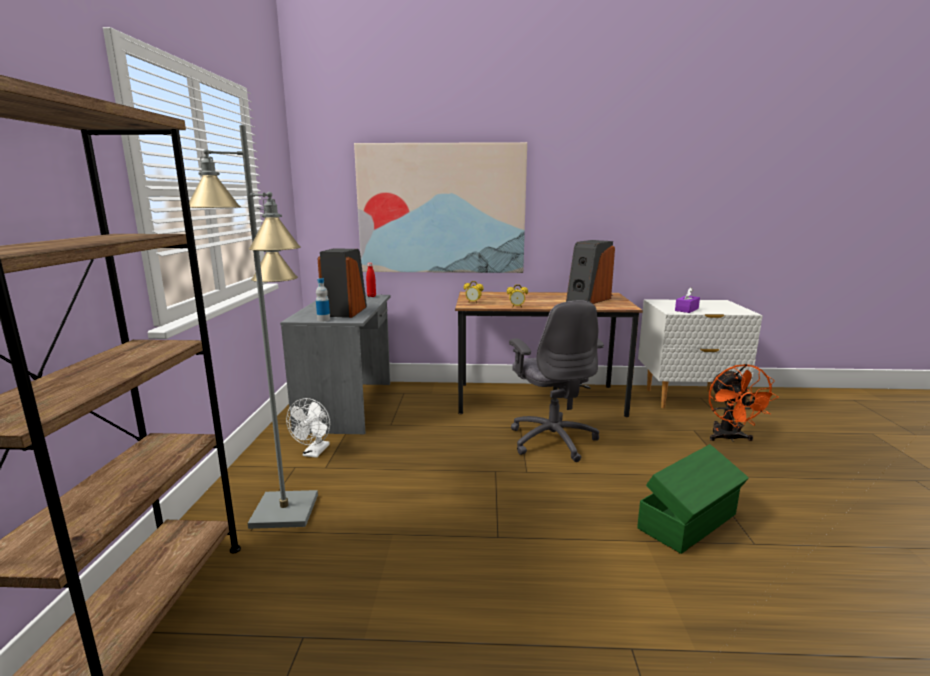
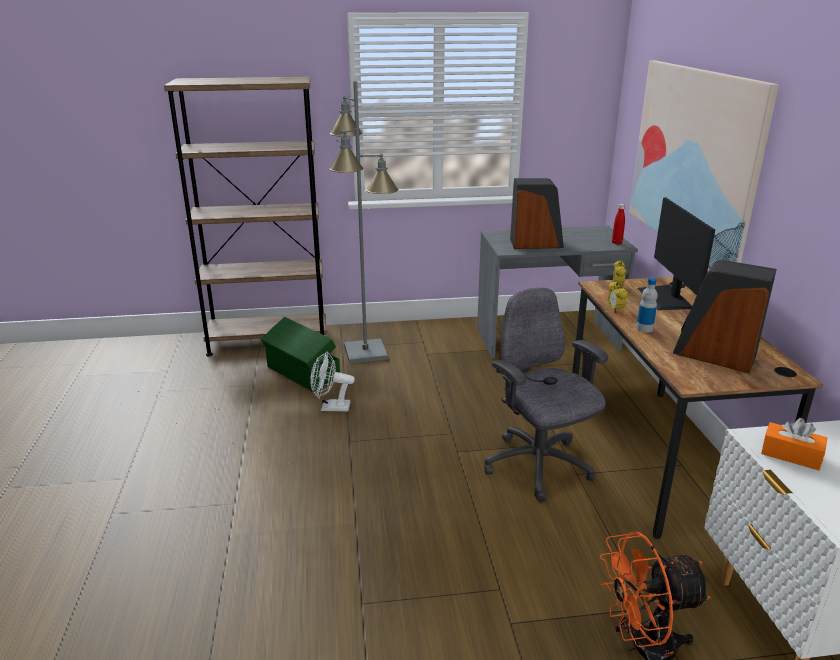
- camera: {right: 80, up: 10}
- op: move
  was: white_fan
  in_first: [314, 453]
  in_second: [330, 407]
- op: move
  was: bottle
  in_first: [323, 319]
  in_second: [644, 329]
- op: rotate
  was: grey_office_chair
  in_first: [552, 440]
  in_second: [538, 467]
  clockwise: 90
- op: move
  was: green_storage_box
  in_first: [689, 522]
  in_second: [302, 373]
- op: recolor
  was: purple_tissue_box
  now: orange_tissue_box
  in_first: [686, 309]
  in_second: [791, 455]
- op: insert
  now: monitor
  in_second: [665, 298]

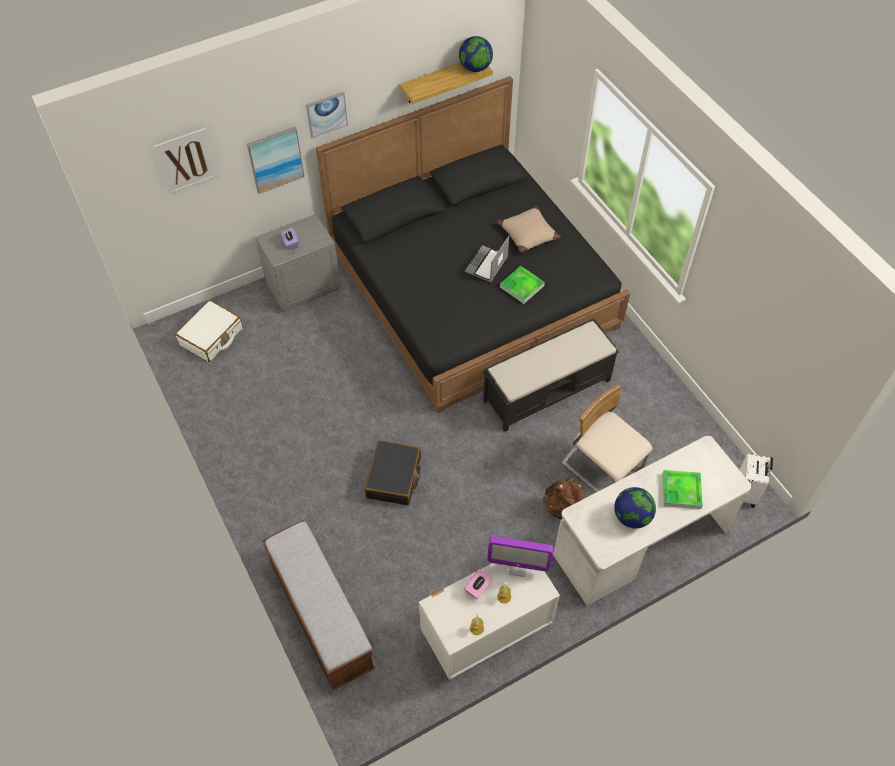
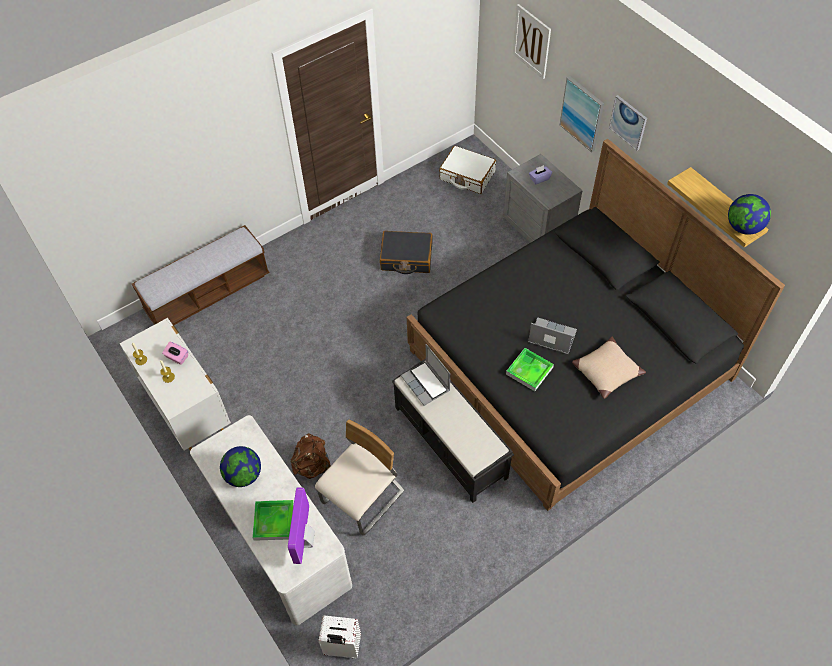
- camera: {right: 85, up: 0}
- op: move
  was: black_suitcase
  in_first: [394, 477]
  in_second: [406, 258]
- op: move
  was: monitor
  in_first: [517, 567]
  in_second: [305, 539]
- op: insert
  now: laptop
  in_second: [426, 384]

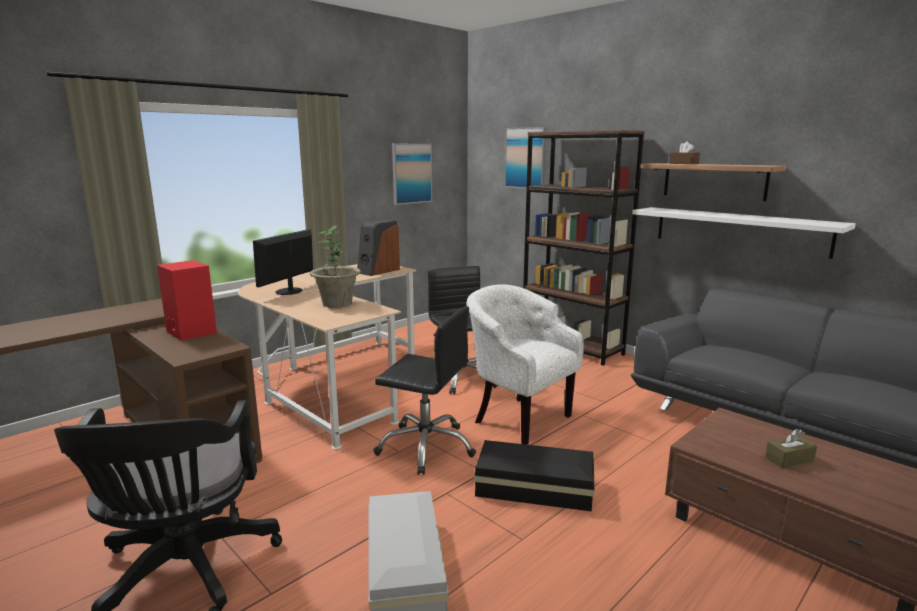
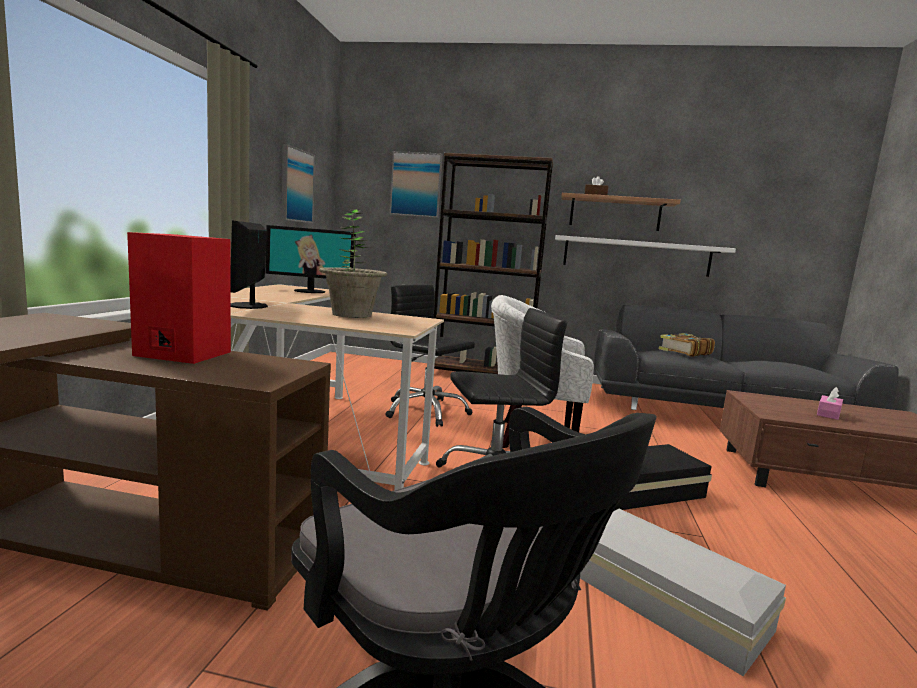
- camera: {right: -35, up: -5}
- op: replace
  was: speaker
  now: monitor
  in_first: [378, 271]
  in_second: [310, 291]
- op: recolor
  was: brown_tissue_box
  now: pink_tissue_box
  in_first: [789, 459]
  in_second: [828, 414]
- op: insert
  now: book
  in_second: [684, 352]

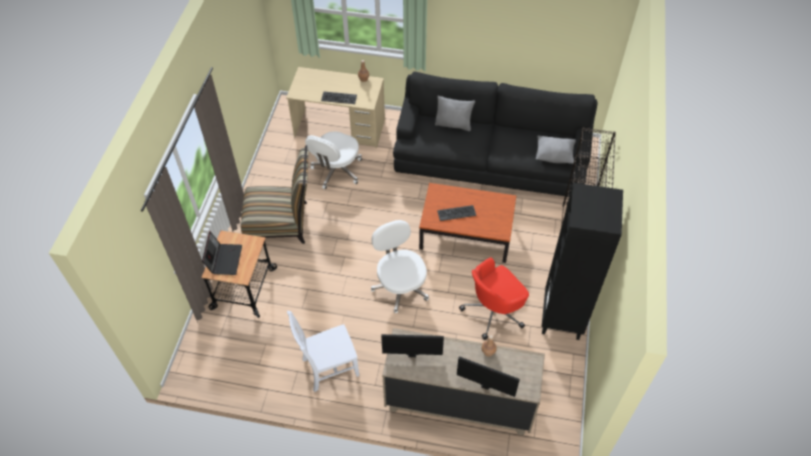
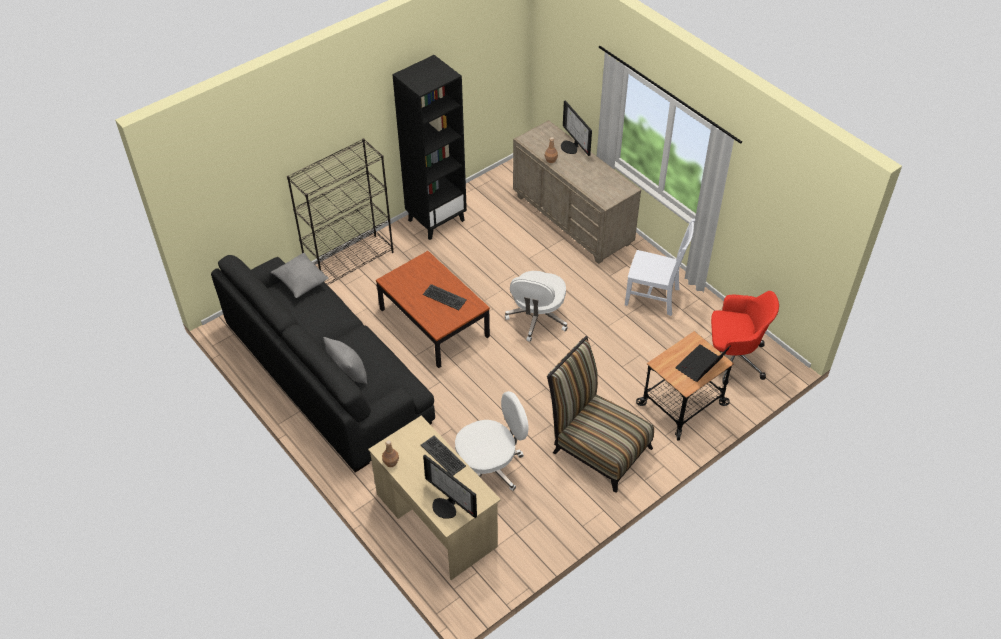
- camera: {right: -140, up: -5}
- op: move
  was: monitor
  in_first: [412, 350]
  in_second: [446, 506]
- op: move
  was: red_office_chair
  in_first: [494, 311]
  in_second: [733, 358]

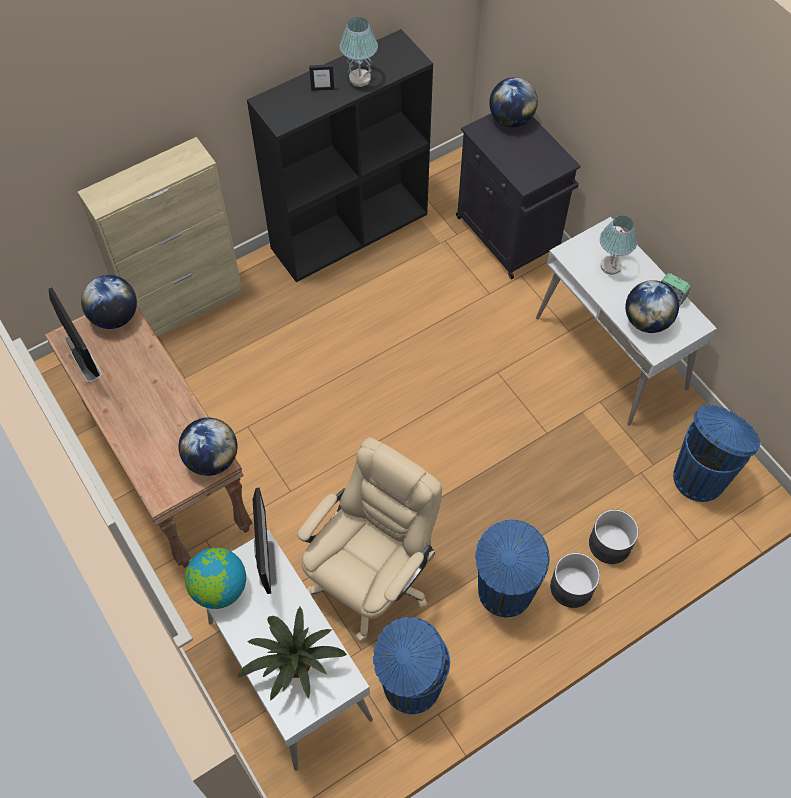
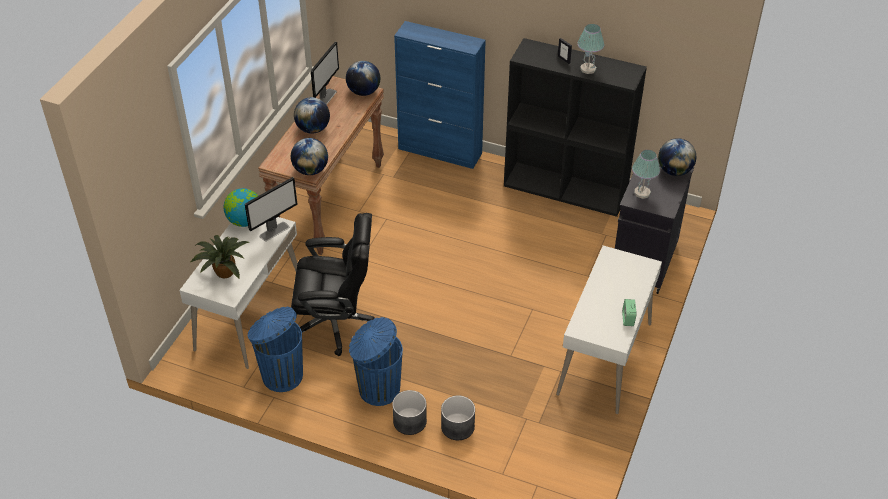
- camera: {right: 55, up: -15}
- op: recolor
  was: beige_cabinet
  now: blue_cabinet
  in_first: [185, 306]
  in_second: [440, 151]
- op: recolor
  was: beige_office_chair
  now: black_office_chair
  in_first: [371, 577]
  in_second: [336, 322]
- op: move
  was: table_lamp
  in_first: [611, 266]
  in_second: [642, 193]
- op: move
  was: globe
  in_first: [646, 321]
  in_second: [313, 129]
- op: delete
  was: blue_trash_can
  in_first: [700, 477]

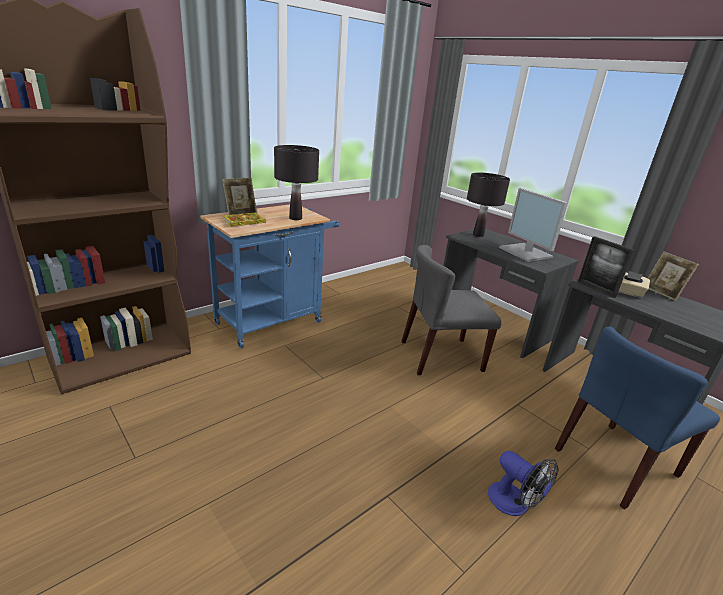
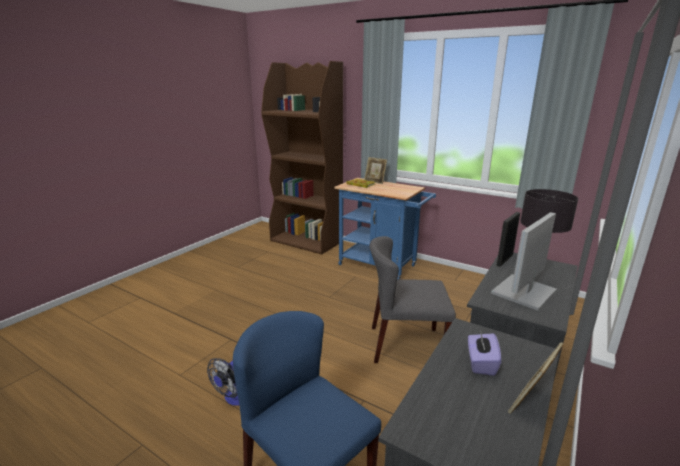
- camera: {right: 75, up: -5}
- op: delete
  was: black_table_lamp
  in_first: [295, 218]
- op: rotate
  was: grey_chair
  in_first: [440, 356]
  in_second: [405, 345]
  clockwise: -60
- op: move
  was: picture_frame
  in_first: [596, 289]
  in_second: [504, 260]
- op: recolor
  was: beige_tissue_box
  now: purple_tissue_box
  in_first: [627, 292]
  in_second: [481, 363]

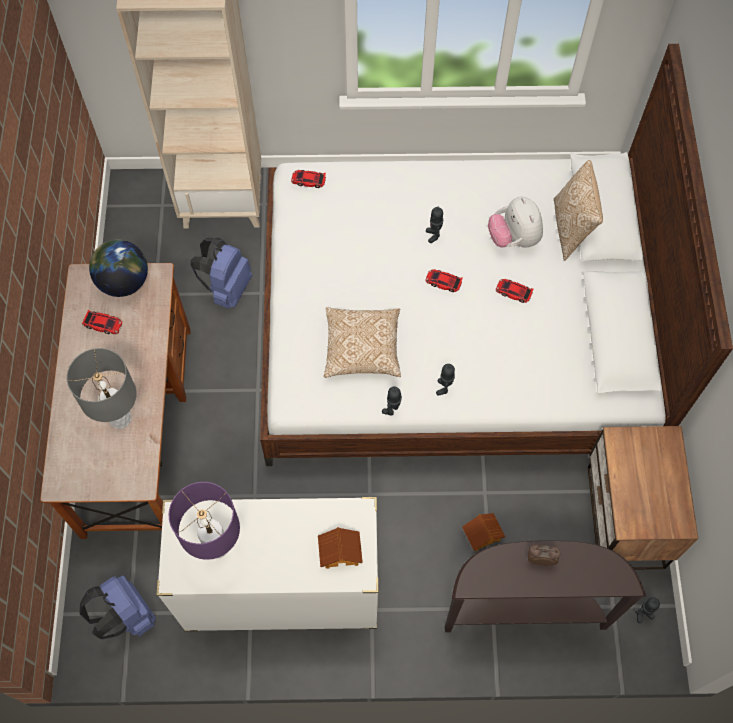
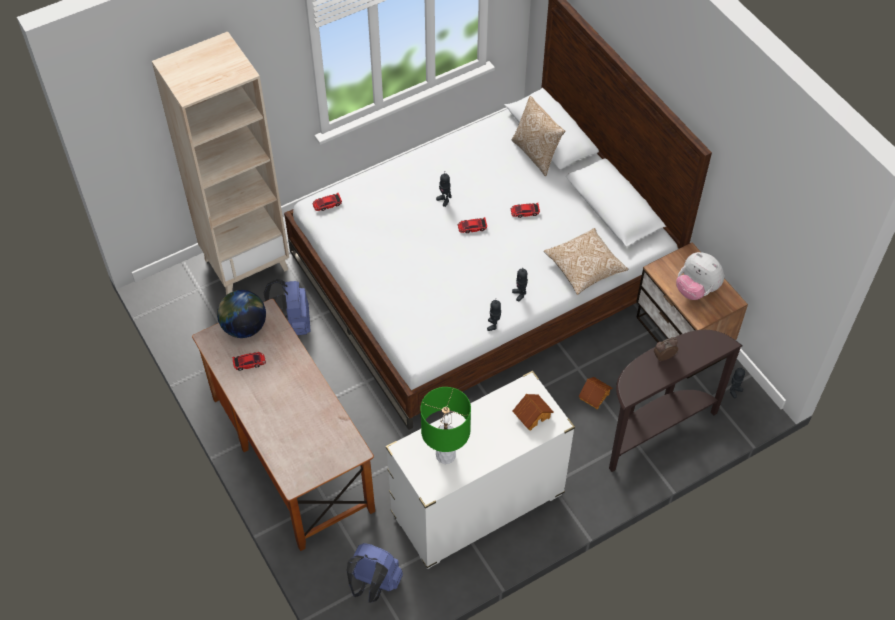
- camera: {right: -30, up: -10}
- op: delete
  was: grey_table_lamp
  in_first: [120, 418]
- op: recolor
  was: purple_table_lamp
  now: green_table_lamp
  in_first: [216, 546]
  in_second: [445, 455]
- op: move
  was: pillow
  in_first: [362, 348]
  in_second: [584, 268]
- op: move
  was: plush_toy
  in_first: [513, 238]
  in_second: [696, 289]

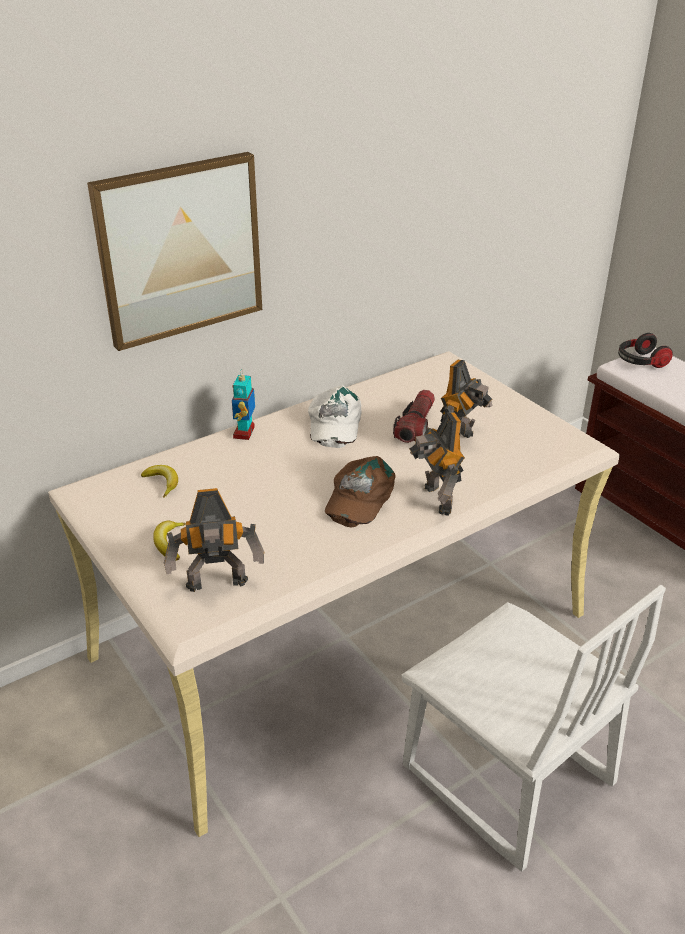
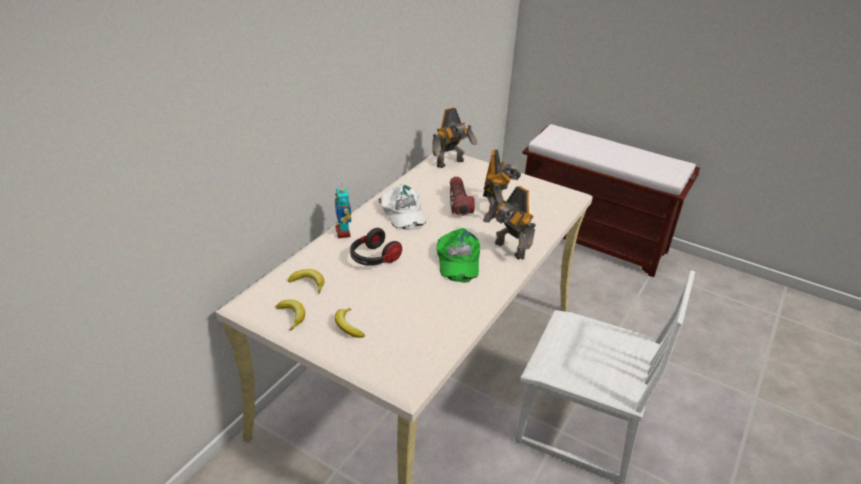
- camera: {right: -25, up: 0}
- op: delete
  was: picture
  in_first: [180, 250]
- op: move
  was: toy_robot
  in_first: [218, 586]
  in_second: [451, 163]
- op: recolor
  was: brown_cap
  now: green_cap
  in_first: [359, 497]
  in_second: [457, 260]
- op: move
  was: headphones
  in_first: [640, 362]
  in_second: [373, 258]
- op: insert
  now: banana
  in_second: [292, 316]

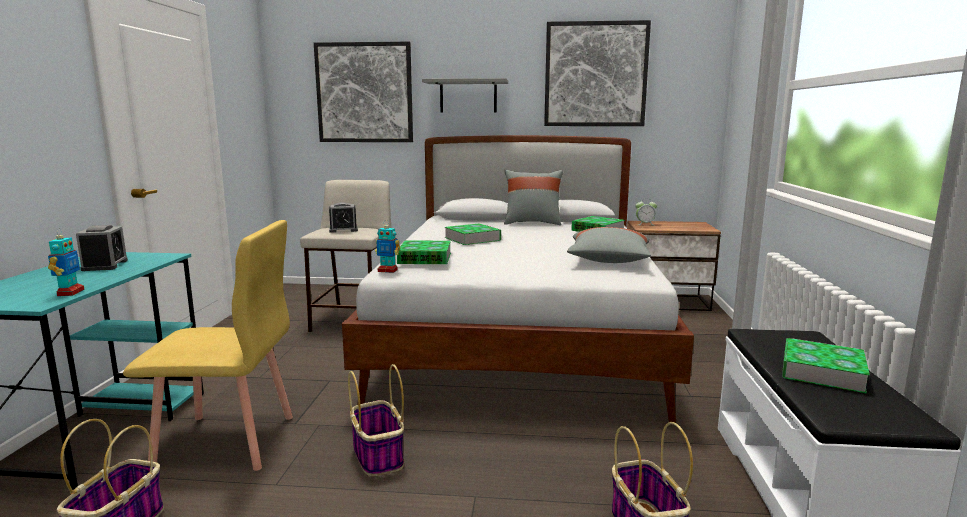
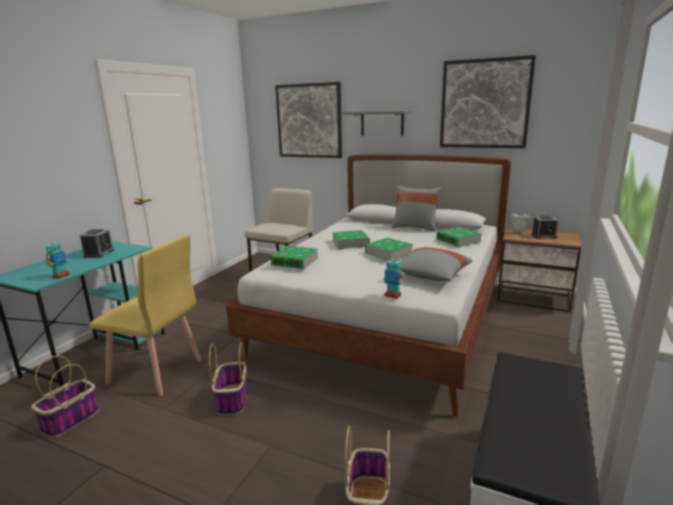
- camera: {right: 20, up: 5}
- op: move
  was: alarm_clock
  in_first: [343, 230]
  in_second: [543, 236]
- op: move
  was: toy_robot
  in_first: [387, 270]
  in_second: [392, 295]
- op: move
  was: book
  in_first: [822, 372]
  in_second: [388, 252]

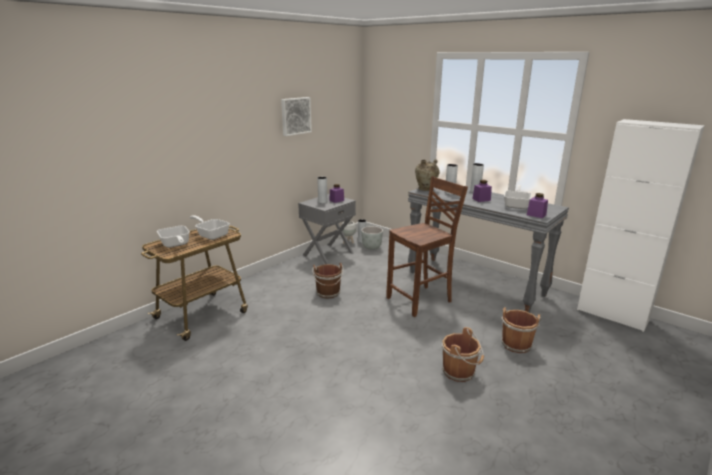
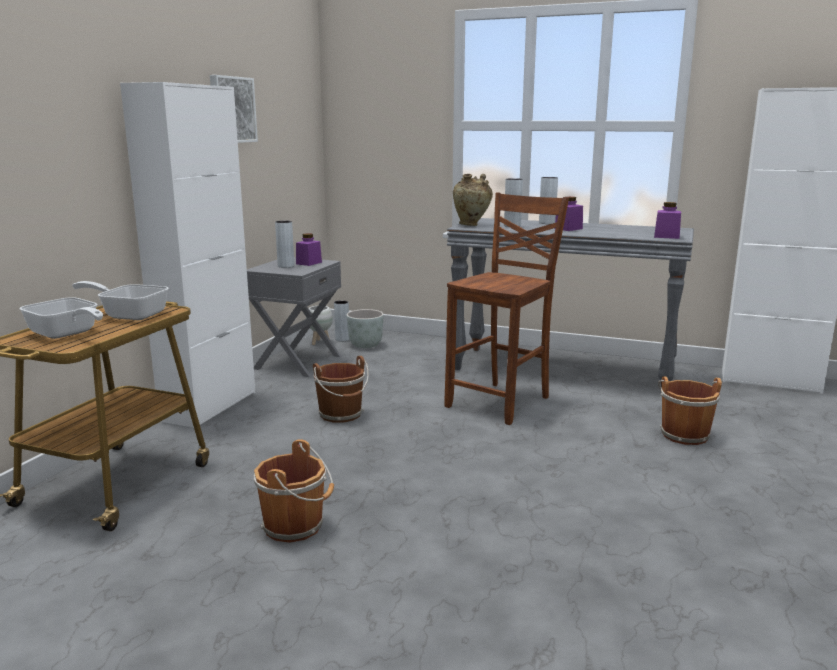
- camera: {right: -20, up: -5}
- op: move
  was: brown_bucket
  in_first: [460, 372]
  in_second: [296, 526]
- op: delete
  was: frying_pan
  in_first: [516, 205]
- op: insert
  now: white_cabinet
  in_second: [209, 406]

